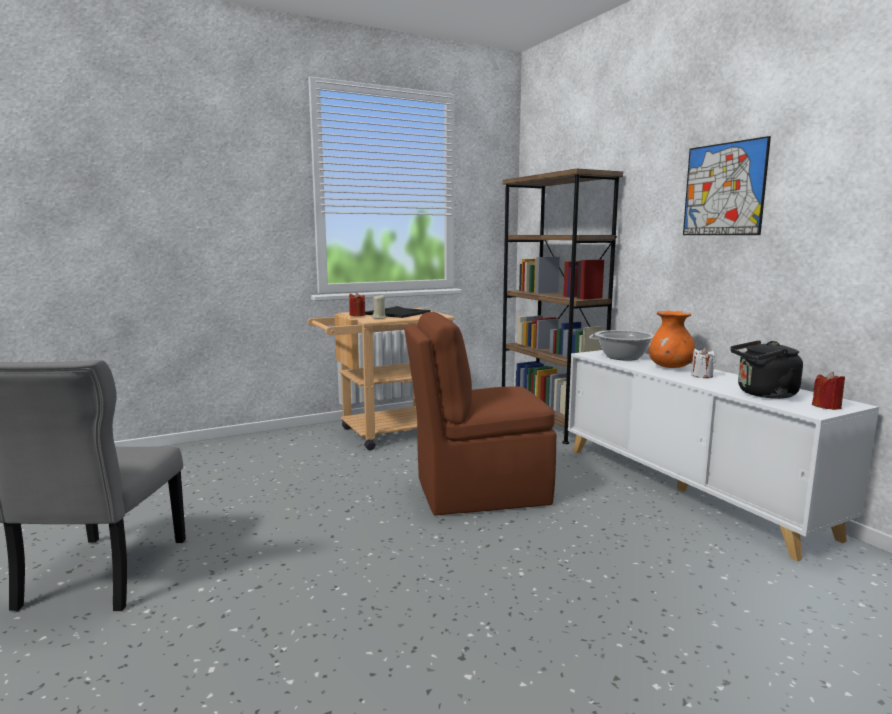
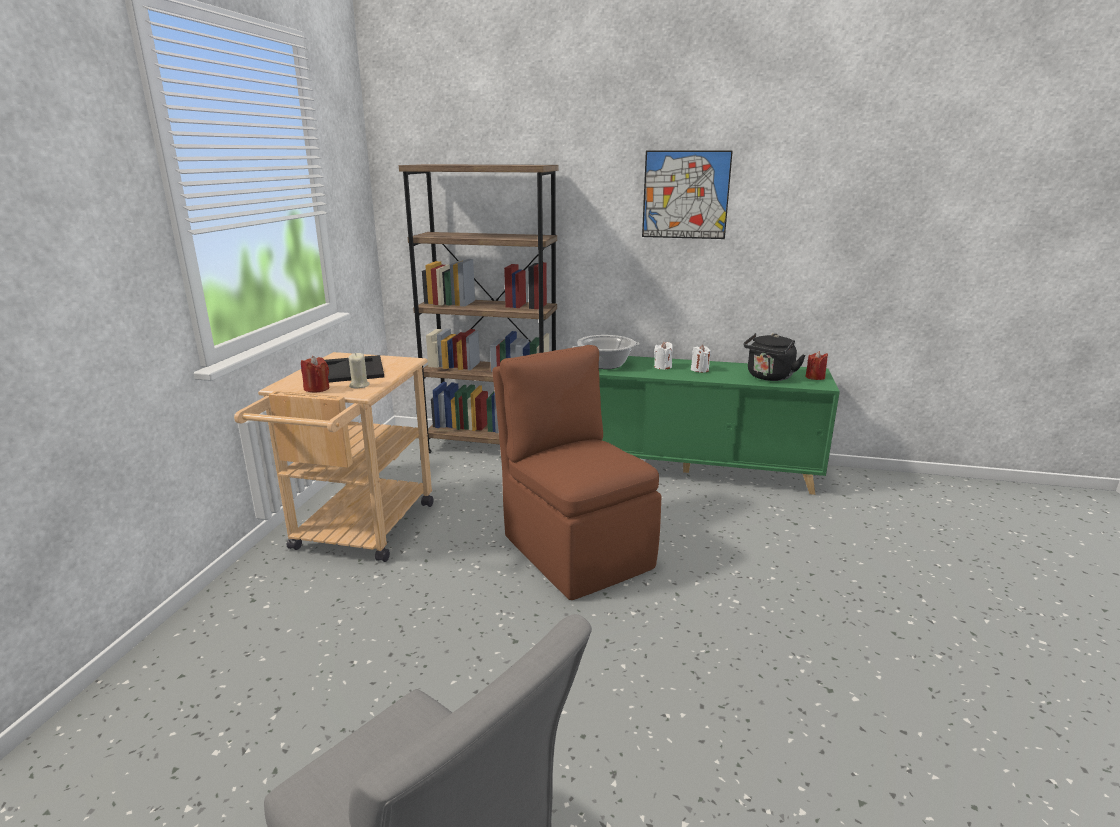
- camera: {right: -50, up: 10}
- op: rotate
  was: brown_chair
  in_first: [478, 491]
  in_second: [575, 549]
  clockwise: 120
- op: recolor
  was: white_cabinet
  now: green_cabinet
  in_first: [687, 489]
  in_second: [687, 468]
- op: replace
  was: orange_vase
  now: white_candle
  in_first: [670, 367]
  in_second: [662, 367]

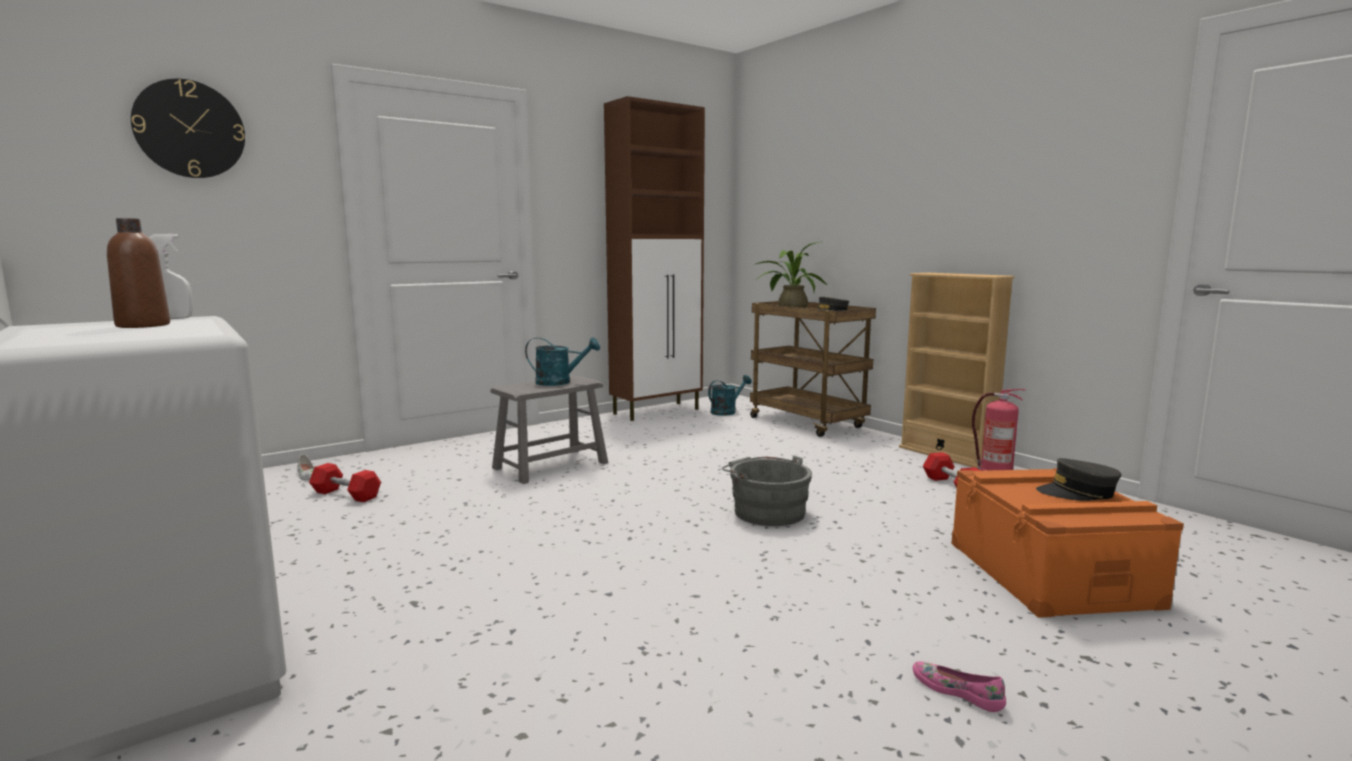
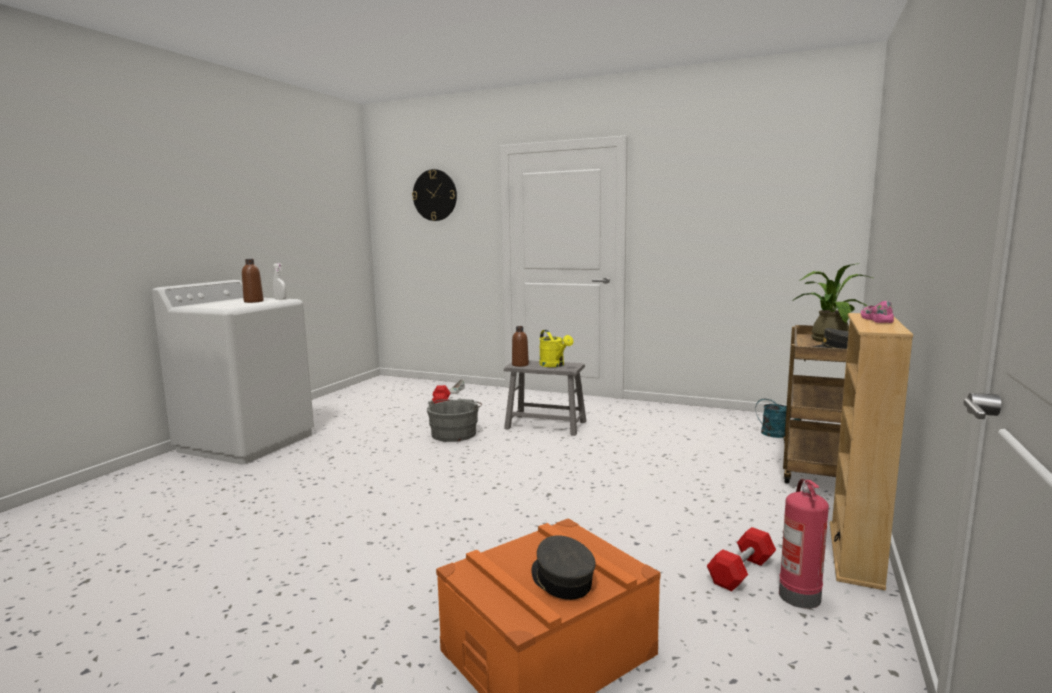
- camera: {right: 60, up: 0}
- op: recolor
  was: turquoise_watering_can
  now: yellow_watering_can
  in_first: [560, 382]
  in_second: [554, 365]
- op: delete
  was: brown_cabinet
  in_first: [657, 411]
- op: move
  was: grey_bucket
  in_first: [766, 511]
  in_second: [455, 433]
- op: move
  was: pink_shoe
  in_first: [957, 691]
  in_second: [877, 320]
- op: insert
  now: brown_bottle
  in_second: [520, 365]

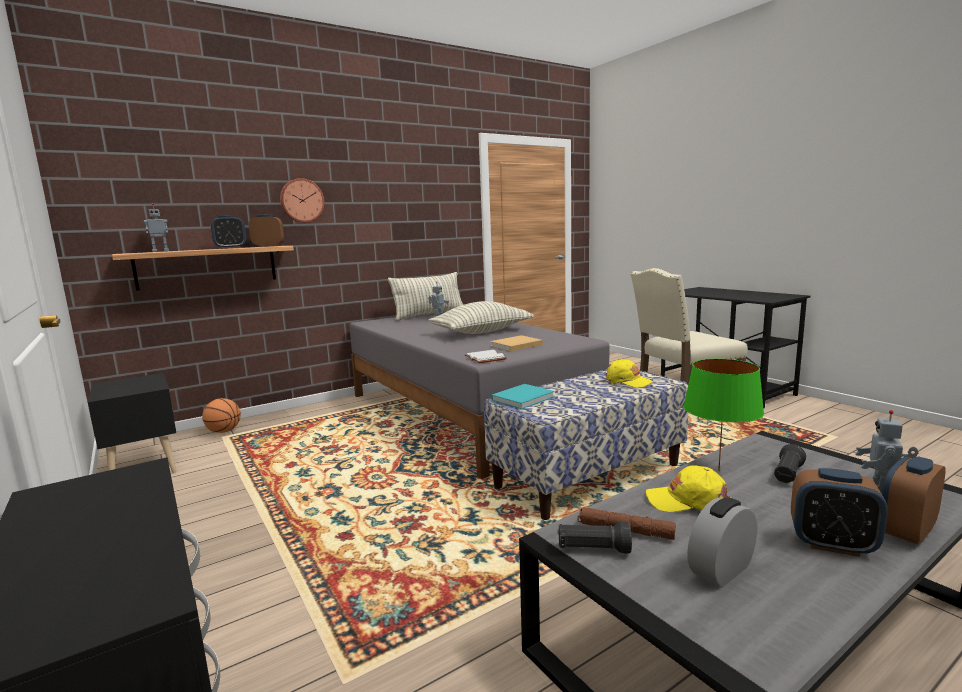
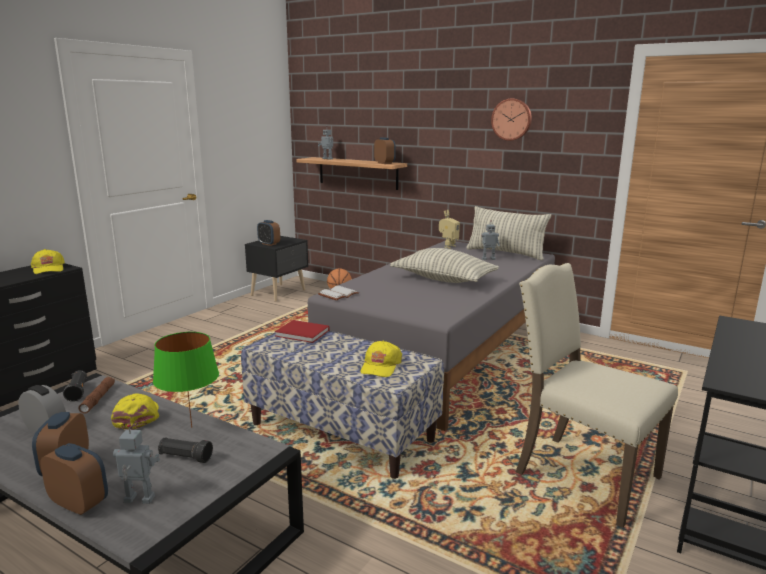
- camera: {right: 65, up: 5}
- op: move
  was: alarm_clock
  in_first: [230, 248]
  in_second: [269, 244]
- op: move
  was: wall_clock
  in_first: [301, 200]
  in_second: [512, 119]
- op: delete
  was: beige_book
  in_first: [515, 345]
- op: recolor
  was: turquoise_book
  now: red_book
  in_first: [524, 398]
  in_second: [303, 333]
- op: insert
  now: yellow_cap
  in_second: [48, 268]
- op: insert
  now: toy_robot
  in_second: [448, 246]

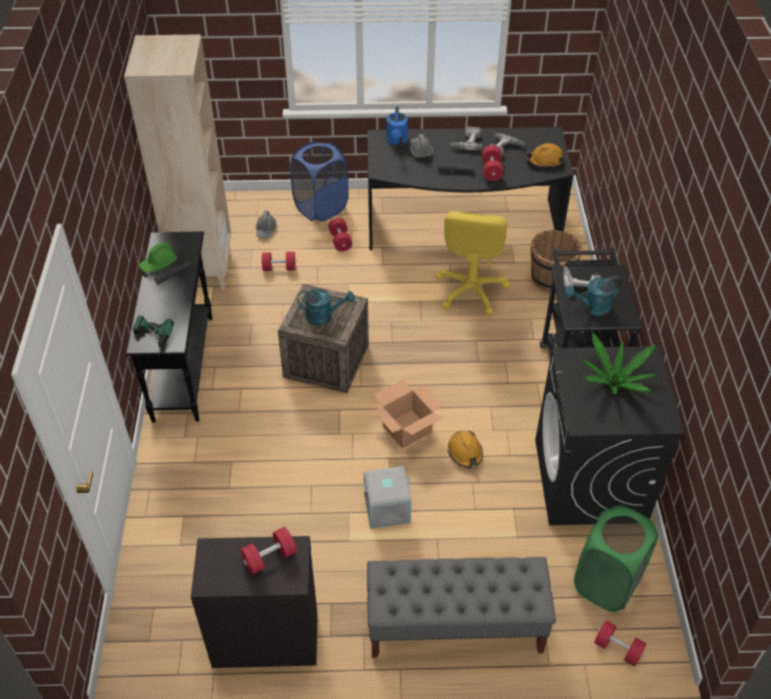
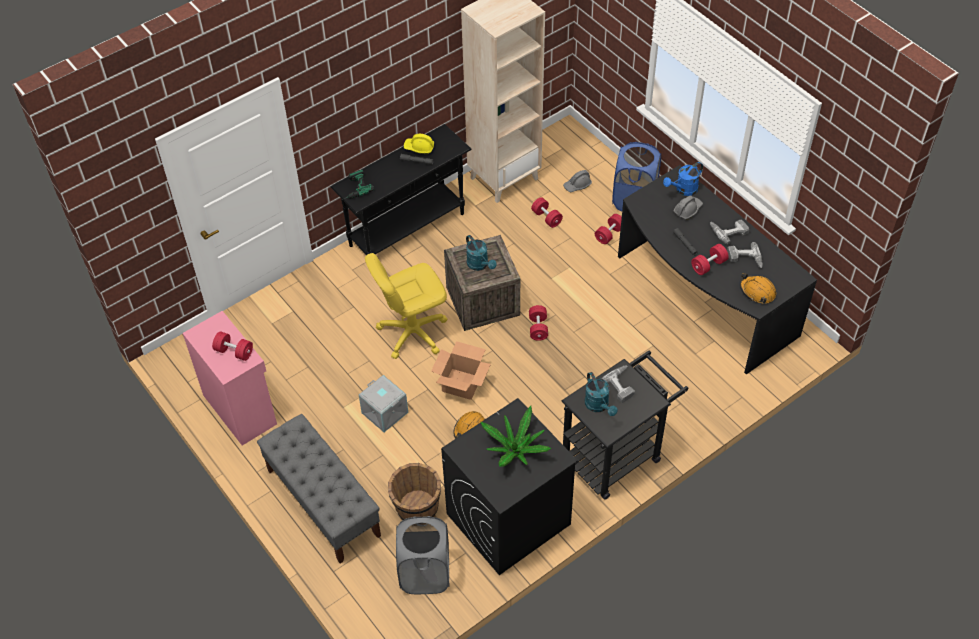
- camera: {right: 55, up: 5}
- op: recolor
  was: green_hard_hat
  now: yellow_hard_hat
  in_first: [158, 264]
  in_second: [419, 148]
- op: recolor
  was: black_cabinet
  now: pink_cabinet
  in_first: [265, 638]
  in_second: [240, 408]
- op: move
  was: yellow_office_chair
  in_first: [470, 290]
  in_second: [412, 332]
- op: move
  was: brown_bucket
  in_first: [550, 279]
  in_second: [417, 509]
- op: rotate
  was: turquoise_watering_can
  in_first: [592, 308]
  in_second: [599, 406]
  clockwise: -150
- op: recolor
  was: green_laundry_basket
  now: grey_laundry_basket
  in_first: [607, 582]
  in_second: [425, 574]
- op: move
  was: red_dumbbell
  in_first: [617, 648]
  in_second: [538, 328]

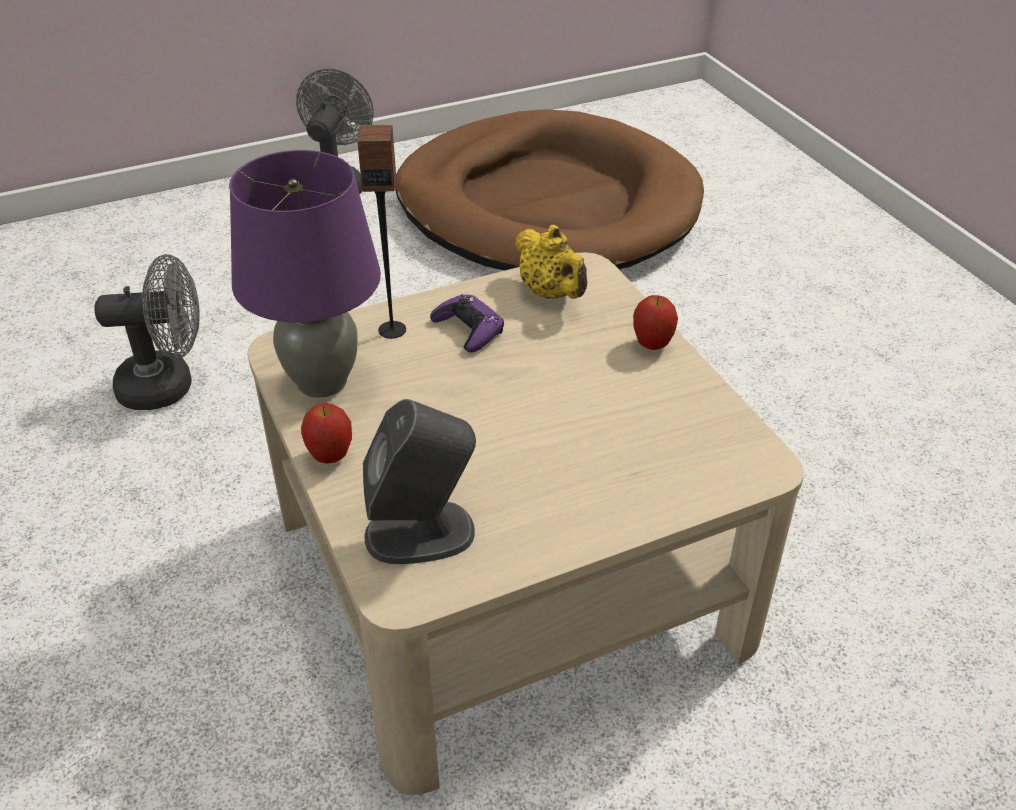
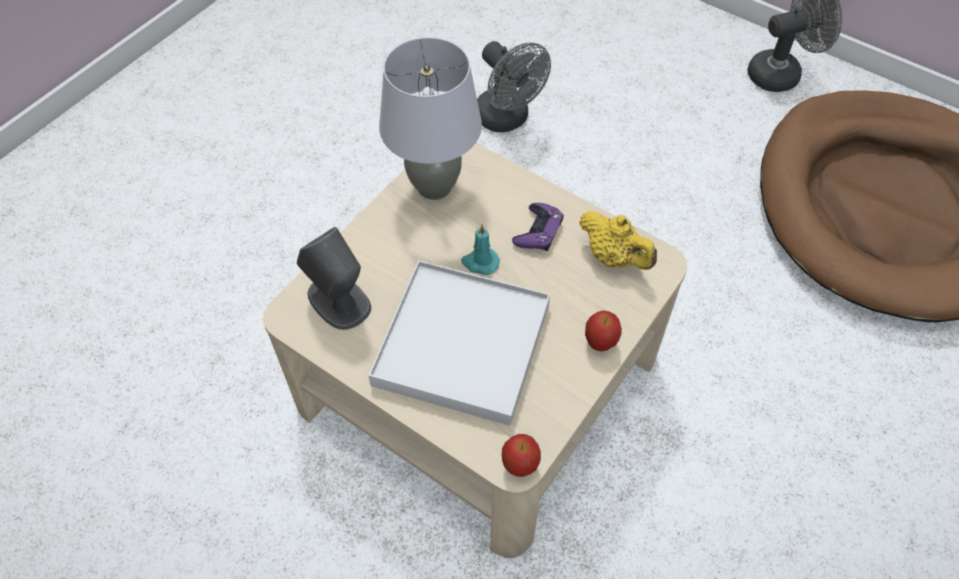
- camera: {right: 60, up: 15}
- op: recolor
  was: purple_table_lamp
  now: grey_table_lamp
  in_first: [322, 381]
  in_second: [435, 186]
- op: move
  was: apple
  in_first: [330, 457]
  in_second: [520, 466]
- op: delete
  was: speaker
  in_first: [392, 329]
- op: rotate
  was: yellow_teapot
  in_first: [551, 293]
  in_second: [614, 257]
  clockwise: -75
- op: insert
  now: white_tray
  in_second: [462, 344]
- op: insert
  now: turquoise_candle
  in_second: [480, 262]

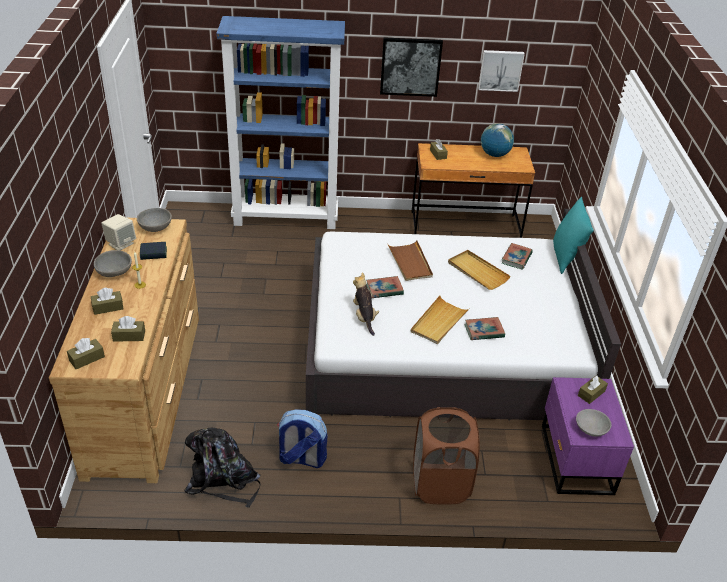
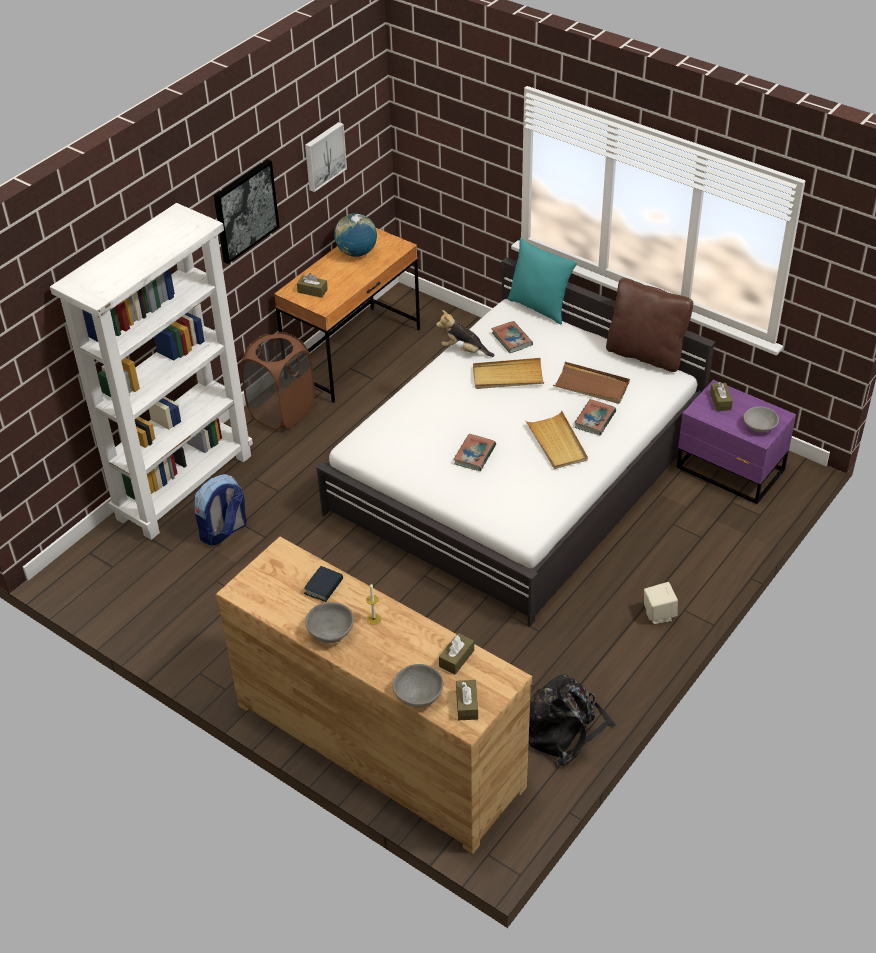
- camera: {right: -50, up: 5}
- op: delete
  was: brown_tissue_box
  in_first: [108, 307]
- op: move
  was: beige_speaker
  in_first: [121, 243]
  in_second: [658, 614]
- op: move
  was: grey_bowl
  in_first: [155, 227]
  in_second: [418, 695]
- op: recolor
  was: blue_bookcase
  now: white_bookcase
  in_first: [286, 217]
  in_second: [185, 485]
- op: move
  was: backpack
  in_first: [301, 458]
  in_second: [223, 532]
- op: move
  was: plush_toy
  in_first: [364, 317]
  in_second: [464, 350]
- op: move
  was: brown_tray
  in_first: [410, 262]
  in_second: [591, 386]
- op: move
  was: brown_laundry_basket
  in_first: [440, 484]
  in_second: [282, 412]
- op: insert
  now: brown_pillow
  in_second: [645, 354]

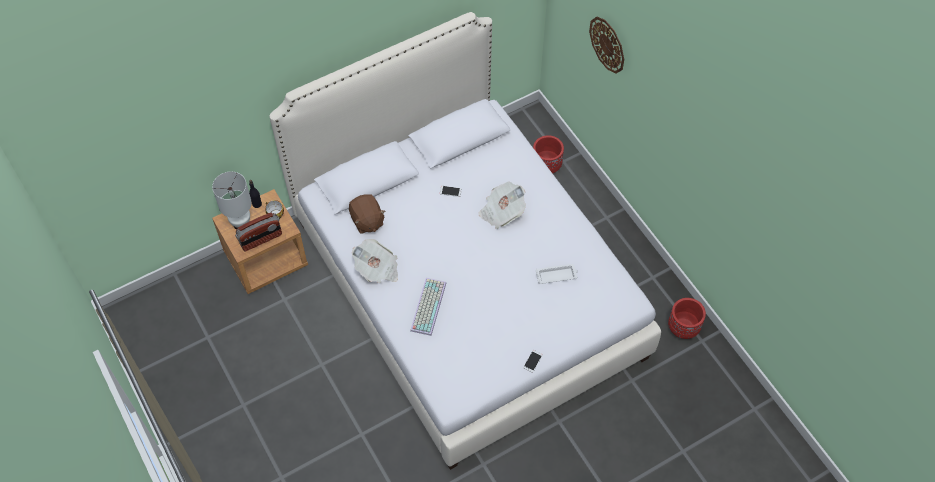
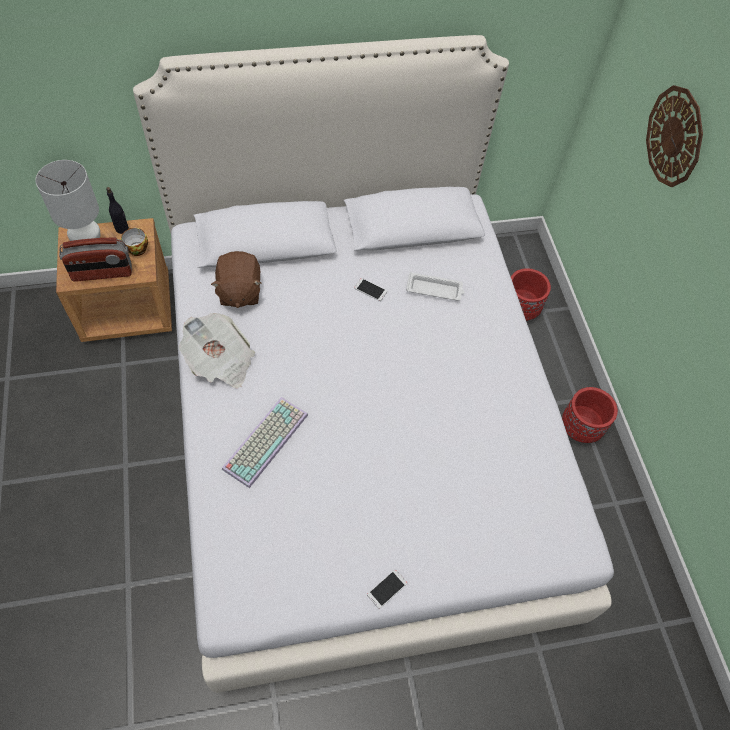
- camera: {right: 15, up: 0}
- op: delete
  was: newspaper
  in_first: [501, 212]
- op: move
  was: white_tray
  in_first: [557, 275]
  in_second: [435, 289]
- op: move
  was: red_planter
  in_first: [683, 328]
  in_second: [580, 428]

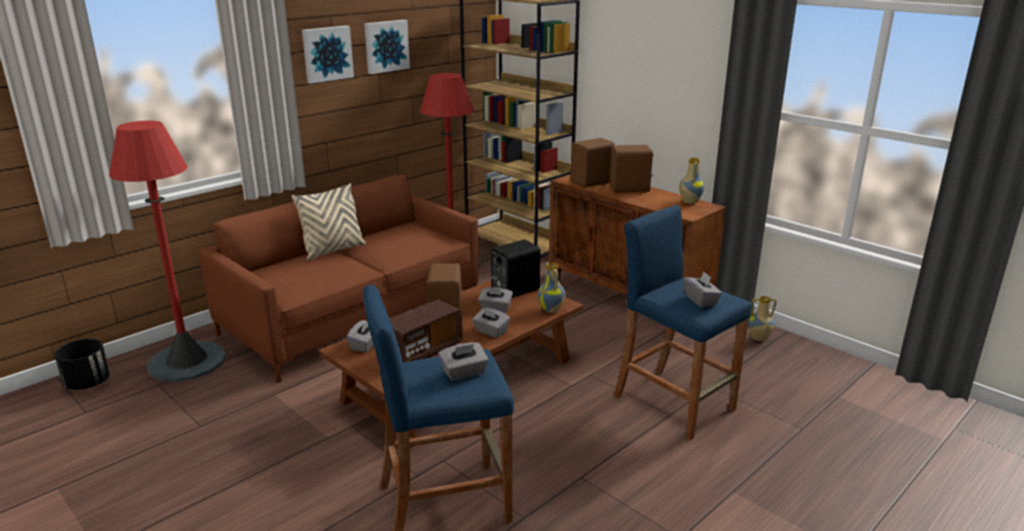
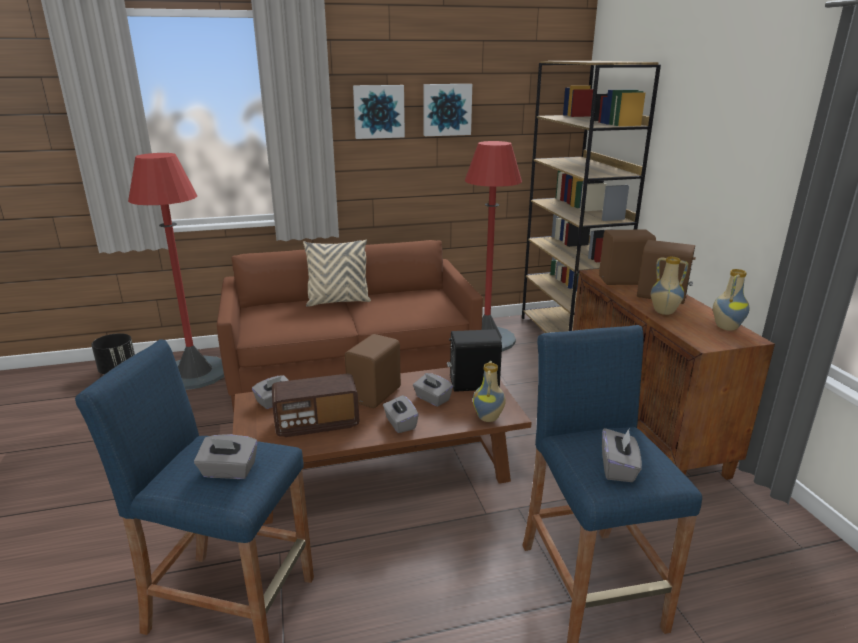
- camera: {right: 30, up: 0}
- op: move
  was: vase
  in_first: [758, 338]
  in_second: [663, 312]

